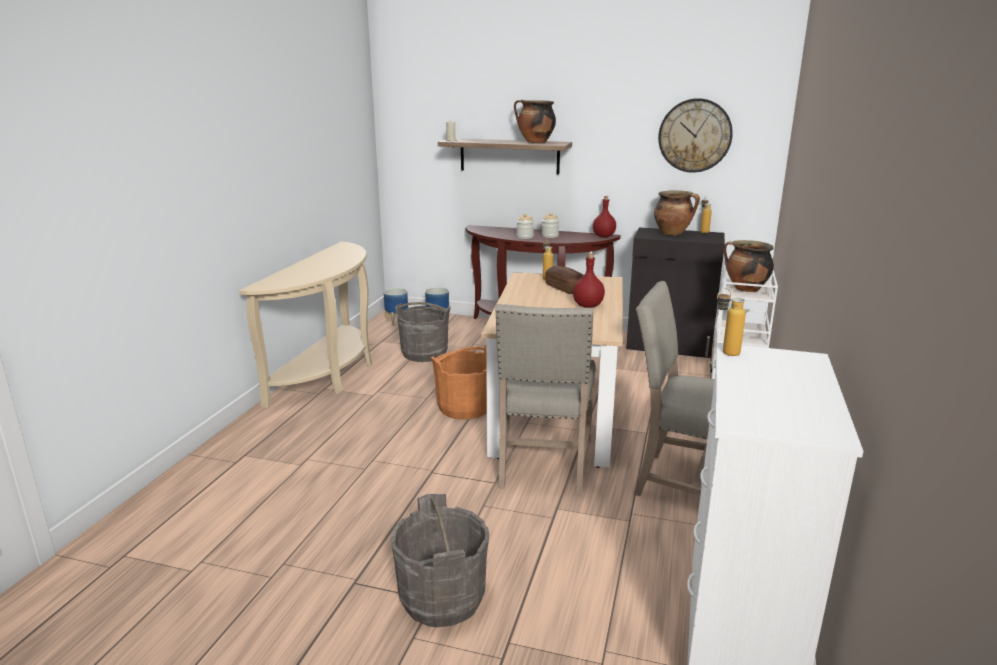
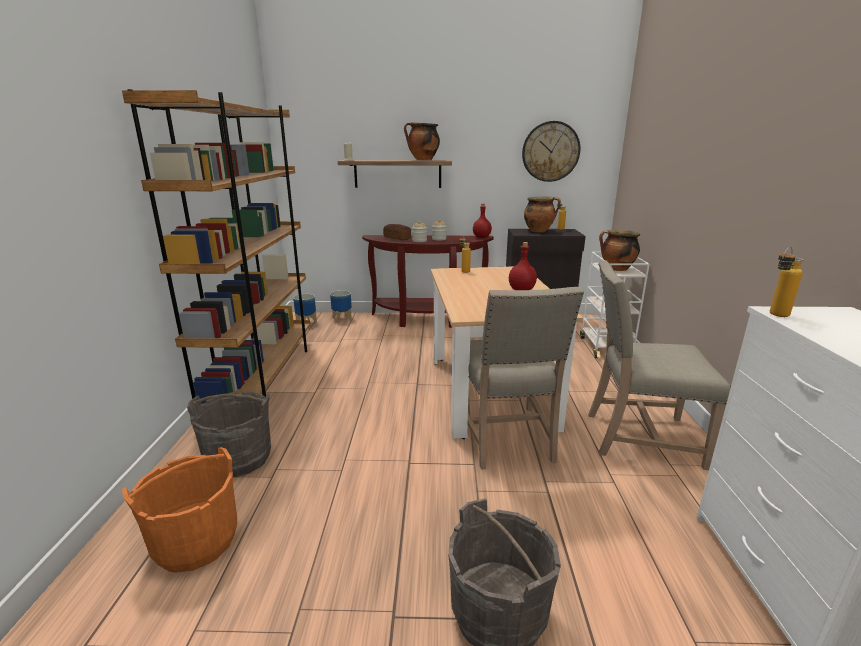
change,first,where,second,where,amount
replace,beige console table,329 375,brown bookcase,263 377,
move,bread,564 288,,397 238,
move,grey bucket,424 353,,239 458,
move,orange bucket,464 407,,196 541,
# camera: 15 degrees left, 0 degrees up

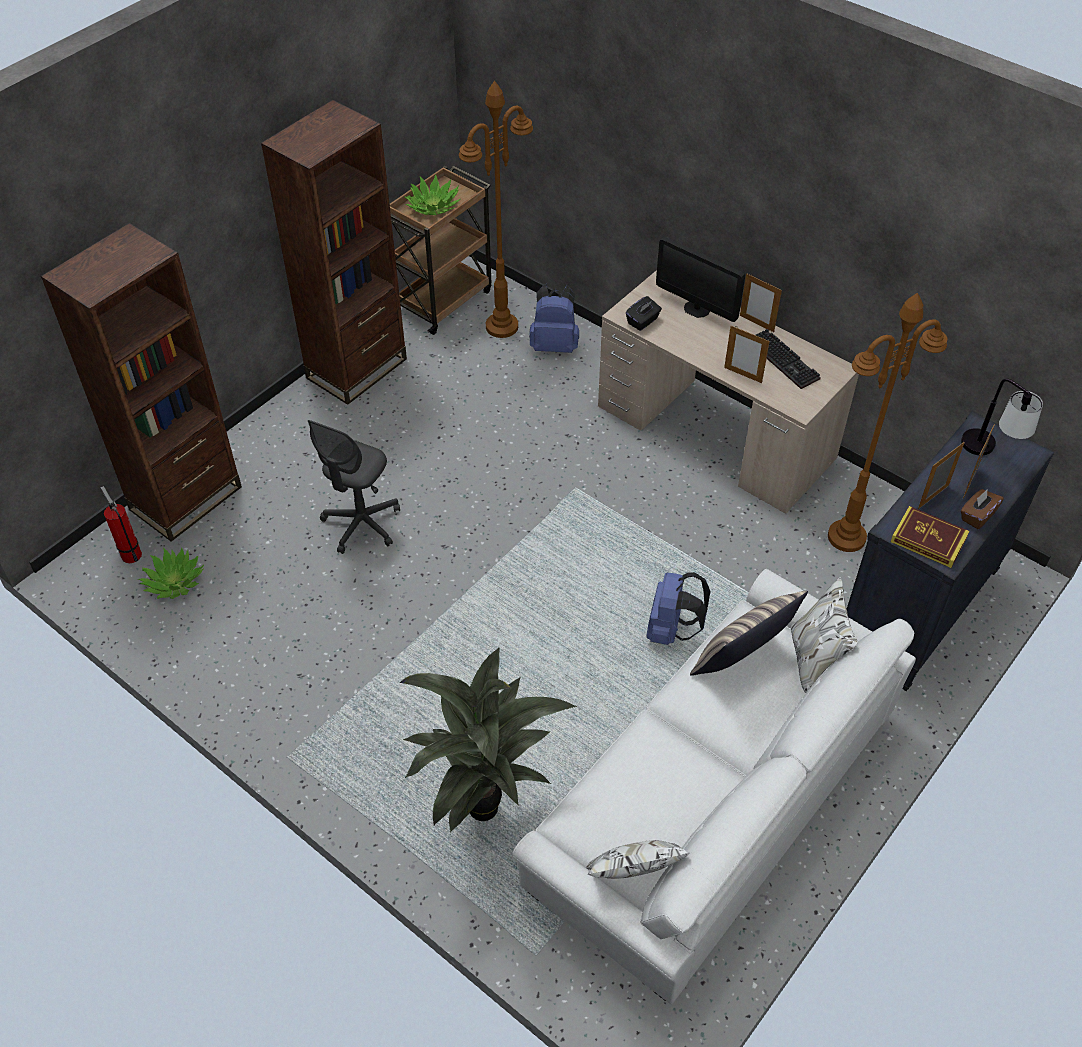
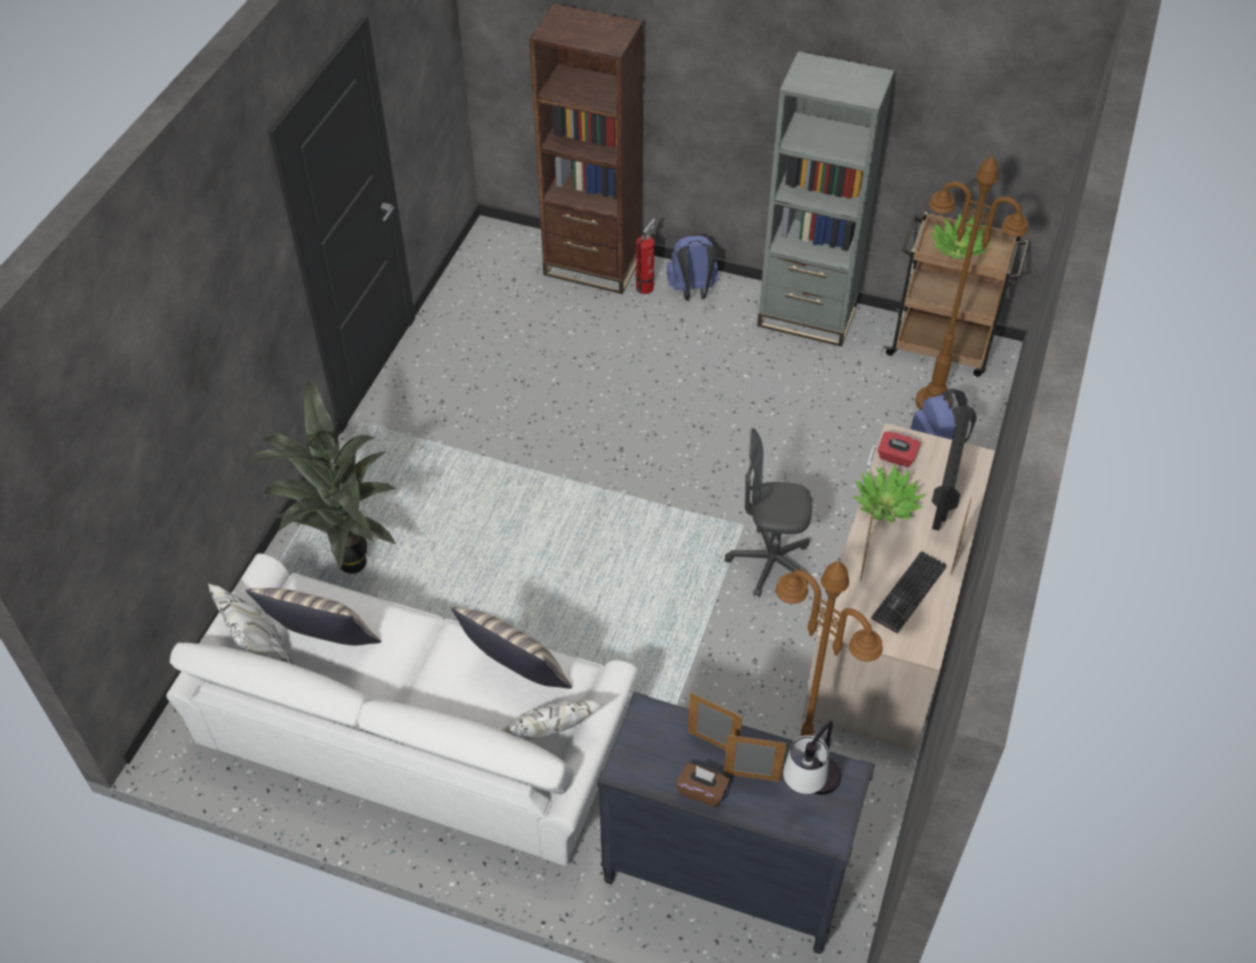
change,first,where,second,where,amount
recolor,brown bookcase,357 368,grey bookcase,806 316,
recolor,black tissue box,643 321,red tissue box,896 457,
move,grey office chair,361 524,,770 563,
move,fire extinguisher,130 553,,646 286,
delete,book,928 539,,,
move,potted plant,174 582,,886 504,
move,blue backpack,671 630,,692 291,
insert,,,pillow,323 644,
# camera: 70 degrees right, 0 degrees up

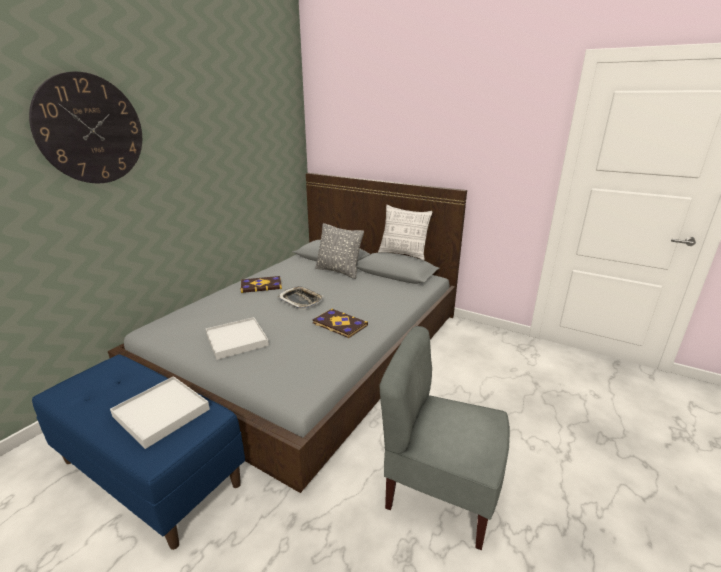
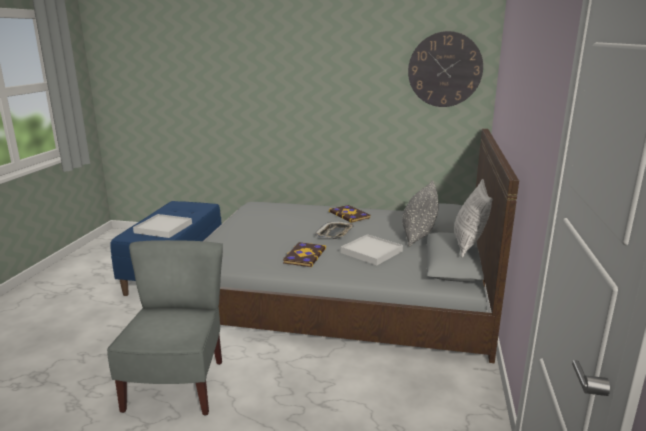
change,first,where,second,where,amount
move,wall clock,90 130,,445 69,
move,white tray,237 340,,371 252,
# camera: 70 degrees right, 5 degrees down

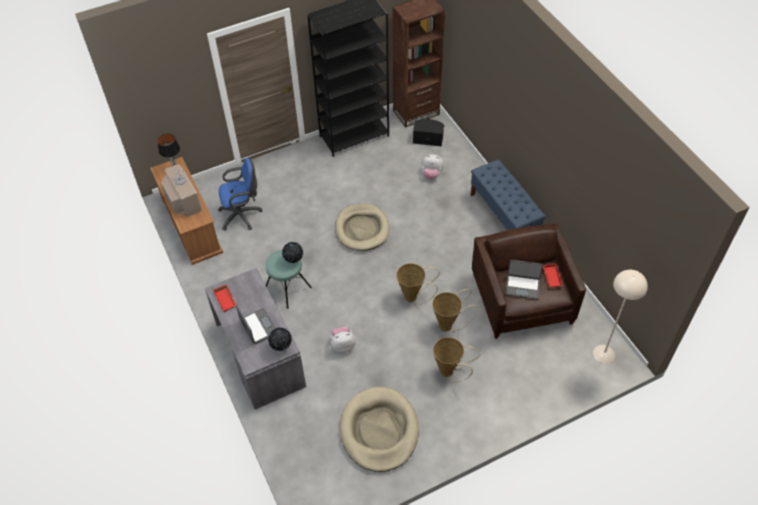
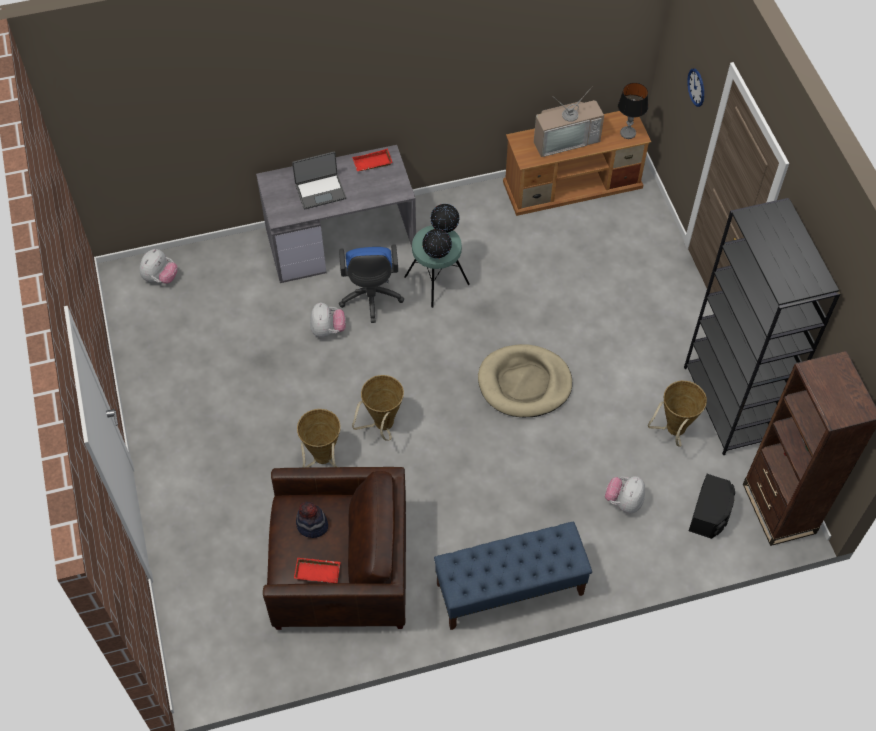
change,first,where,second,where,amount
move,blue office chair,242 215,,371 298,
replace,laptop,522 286,hat,312 525,
delete,beige floor lamp,604 354,,,
move,globe,281 347,,444 229,
move,basket,450 372,,673 431,
delete,beige dog bed,379 431,,,
insert,,,wall clock,696 87,
insert,,,plush toy,160 278,
# camera: 100 degrees right, 5 degrees up

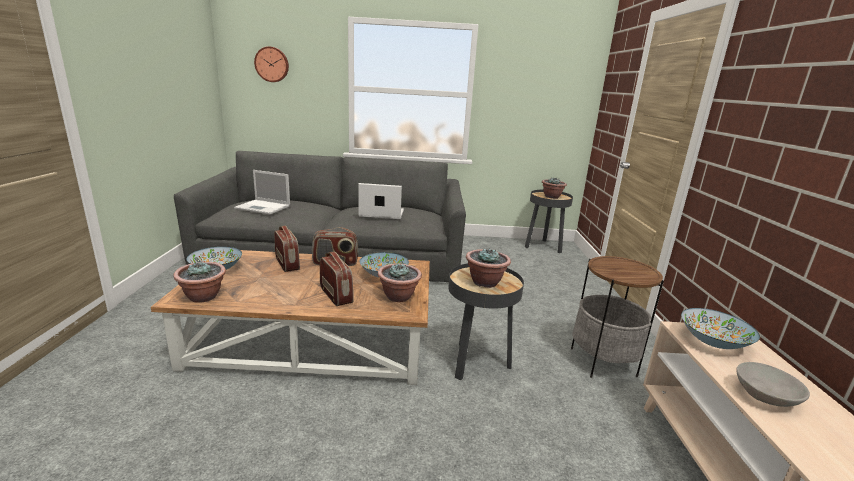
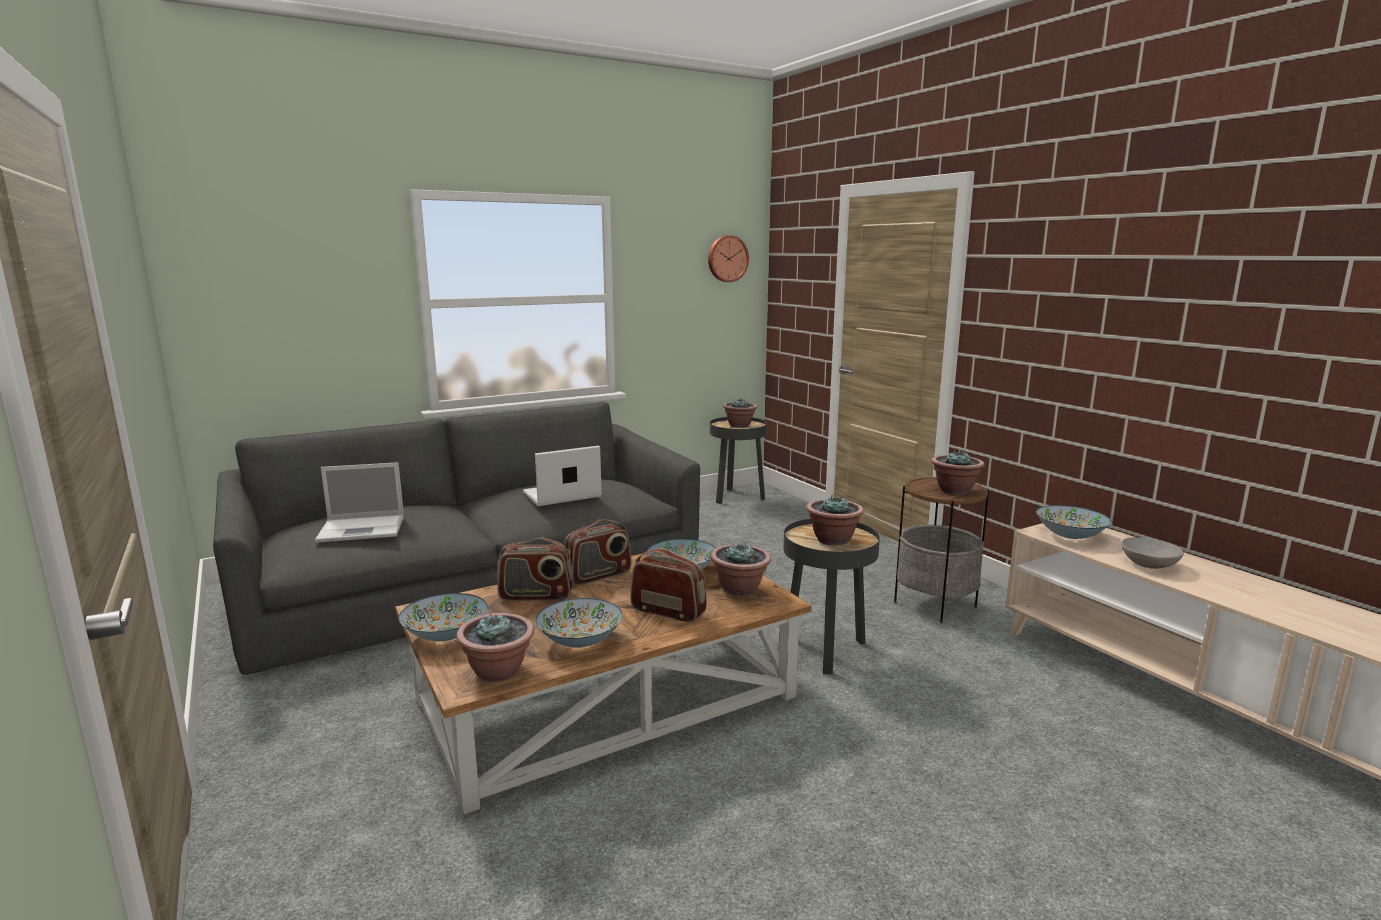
change,first,where,second,where,amount
move,wall clock,272 64,,727 258,
rotate,radio,287 264,,536 596,150 degrees clockwise
insert,,,potted plant,954 490,
insert,,,bowl,580 640,
# camera: 30 degrees left, 5 degrees down

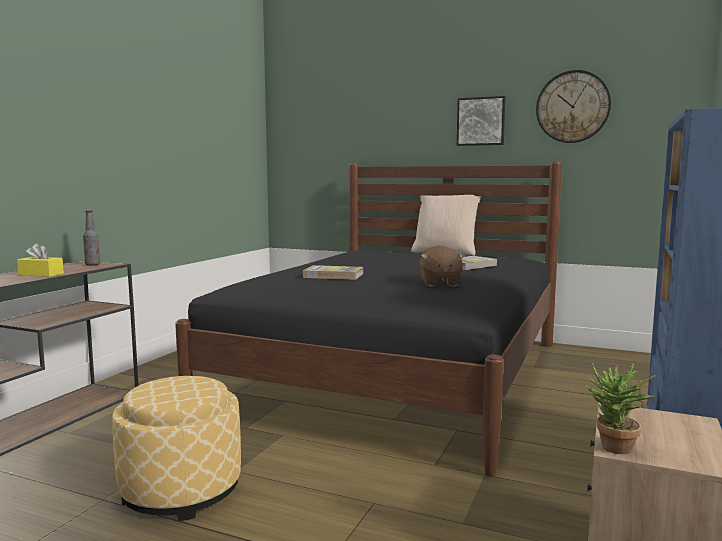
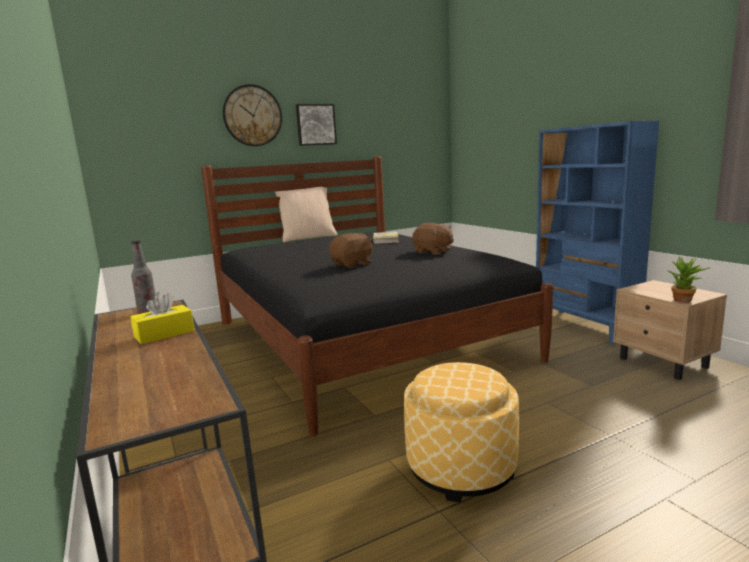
change,first,where,second,where,amount
move,wall clock,572 107,,252 115,
replace,book,333 275,brown plush toy,353 264,
# camera: 50 degrees left, 5 degrees up

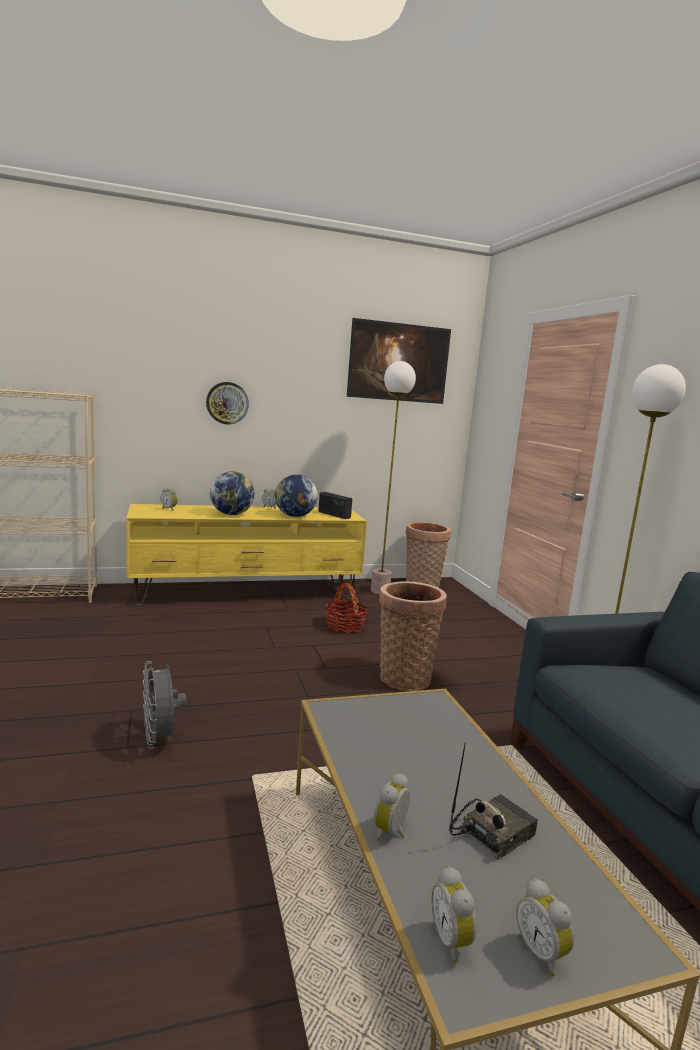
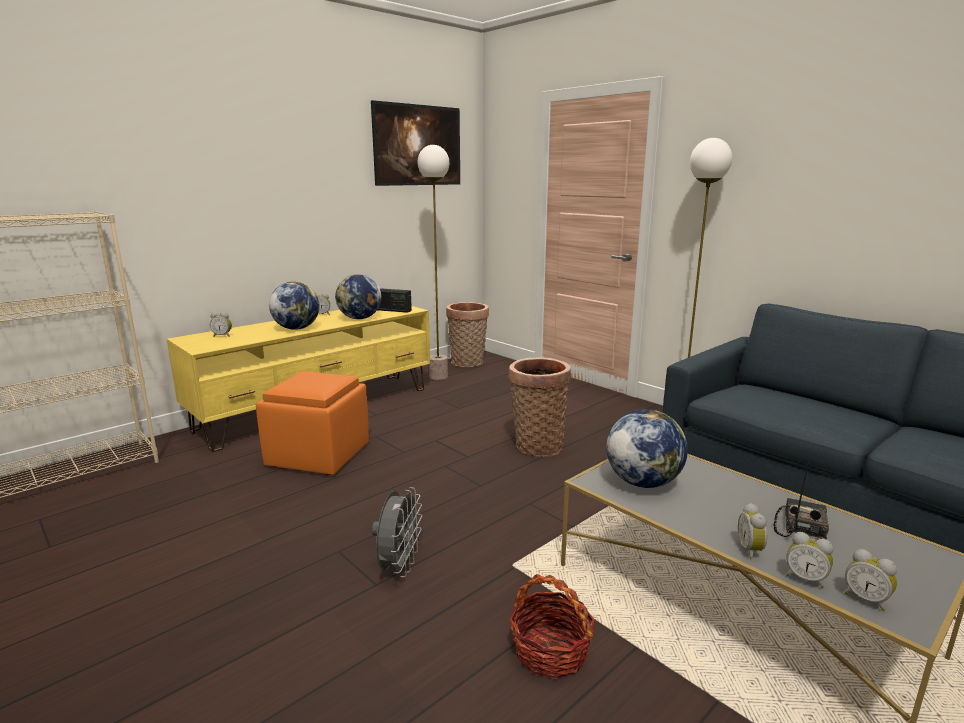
change,first,where,second,where,amount
delete,wall clock,227 403,,,
move,basket,344 626,,550 651,
rotate,grey fan,160 740,,399 566,120 degrees counterclockwise
move,alarm clock,541 952,,805 578,
insert,,,orange ottoman,318 455,
insert,,,globe,642 482,
# camera: 25 degrees left, 5 degrees up

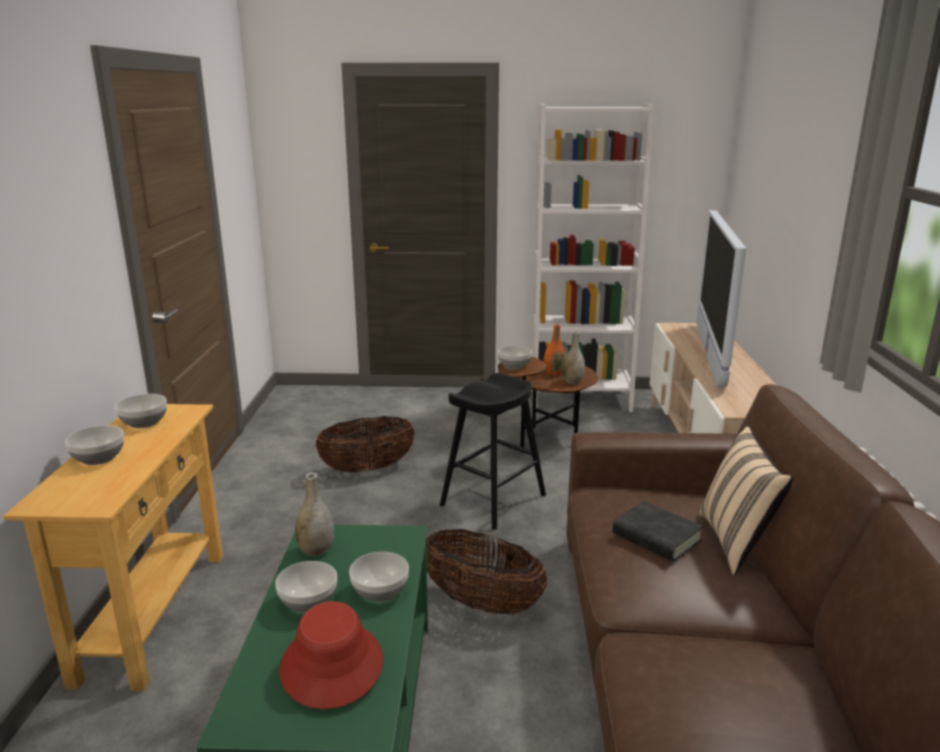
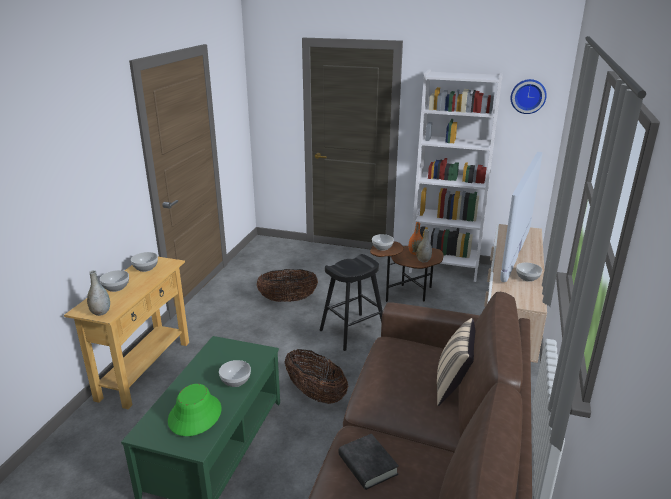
change,first,where,second,where,amount
move,grey vase,316 550,,101 312,
move,black book,656 537,,367 465,
move,bowl,307 601,,527 278,
recolor,red hat,331 665,green hat,194 415,
insert,,,wall clock,528 96,
# camera: 15 degrees right, 5 degrees up

